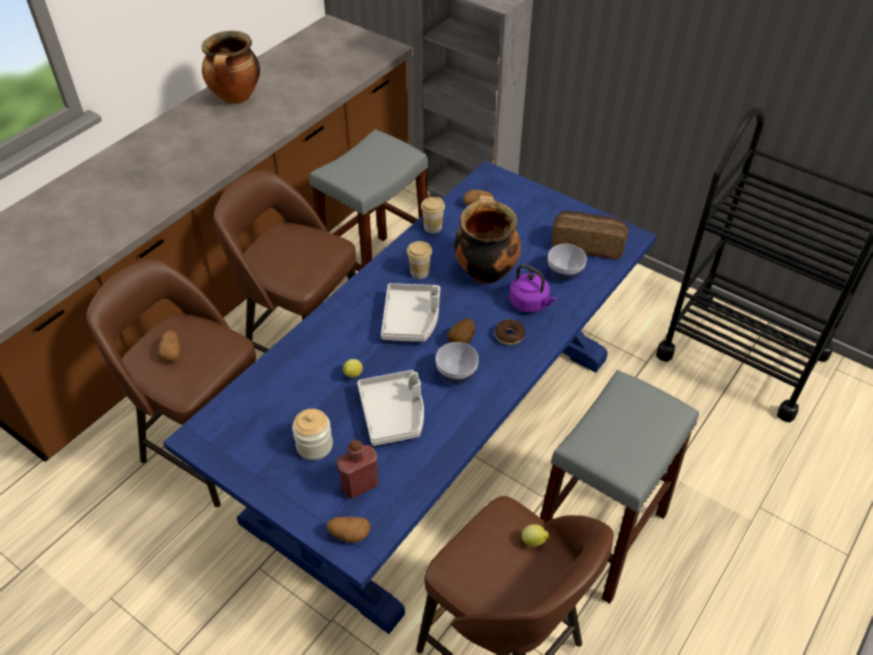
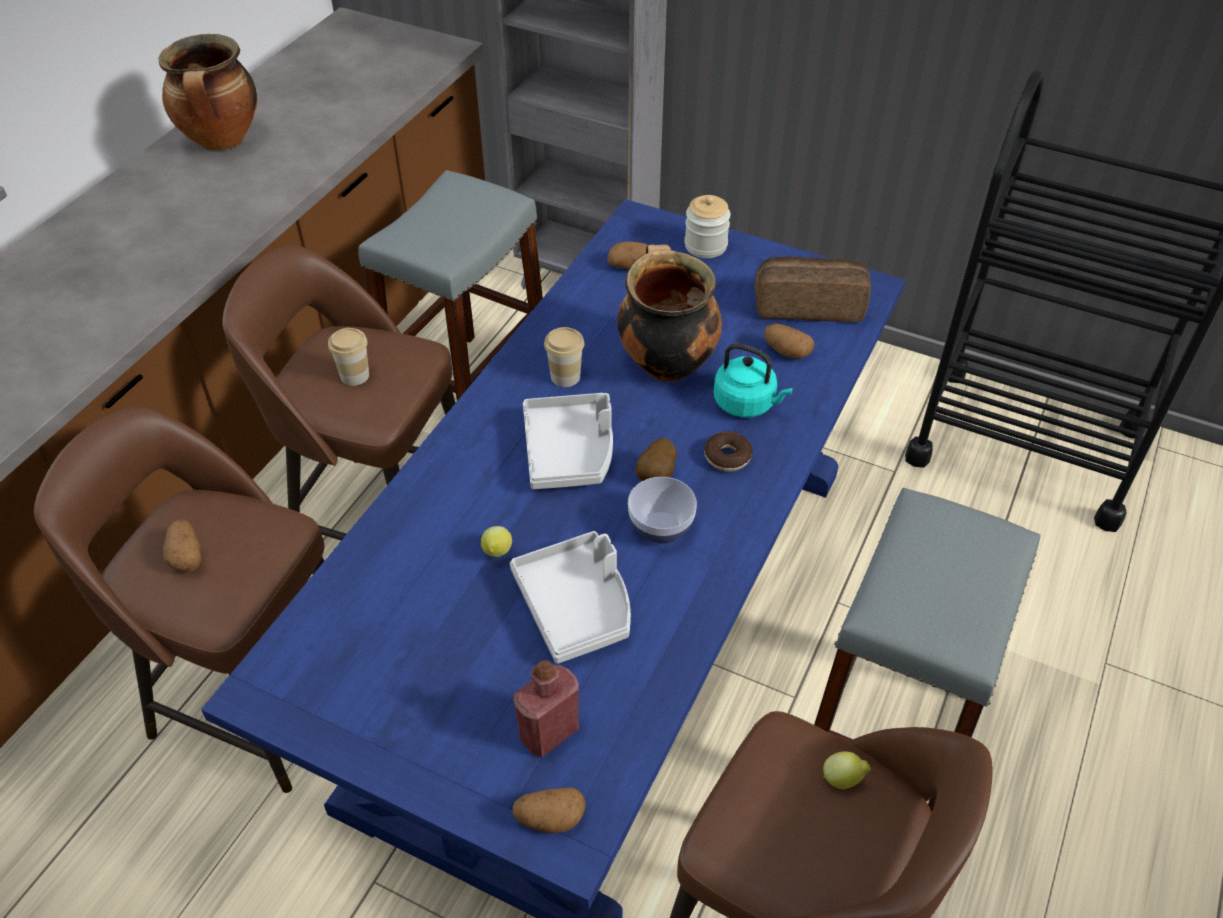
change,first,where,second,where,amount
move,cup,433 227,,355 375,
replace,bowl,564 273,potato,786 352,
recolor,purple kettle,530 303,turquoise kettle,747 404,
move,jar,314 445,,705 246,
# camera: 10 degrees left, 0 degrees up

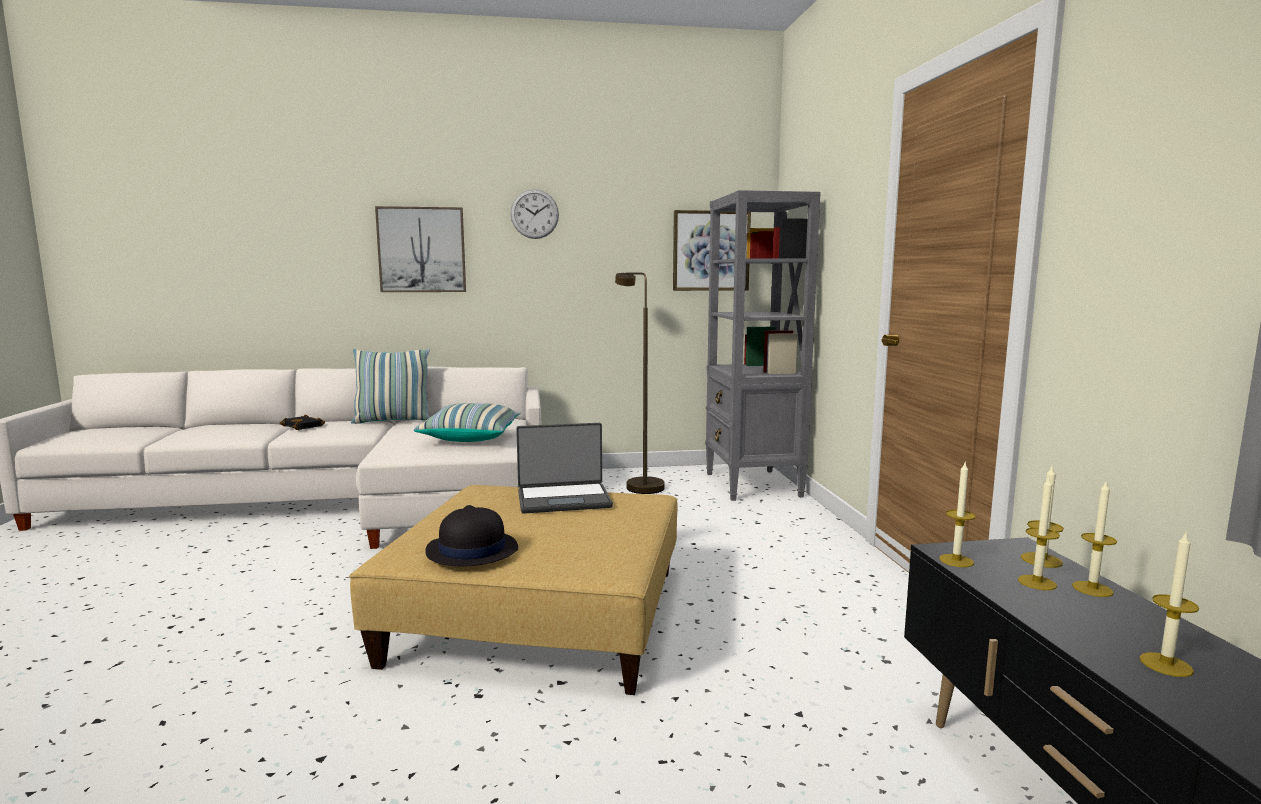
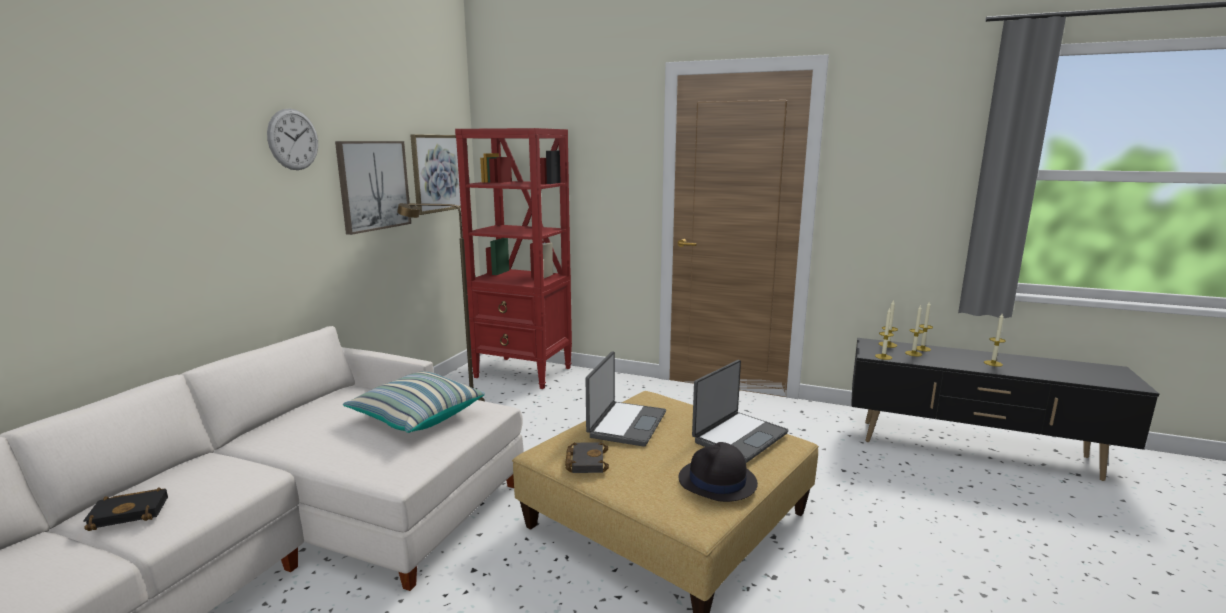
change,first,where,second,where,amount
recolor,grey bookcase,752 485,red bookcase,524 373,
move,picture,422 250,,373 185,
delete,pillow,392 421,,,
insert,,,laptop,738 437,
insert,,,black book,585 461,
# camera: 60 degrees left, 5 degrees up

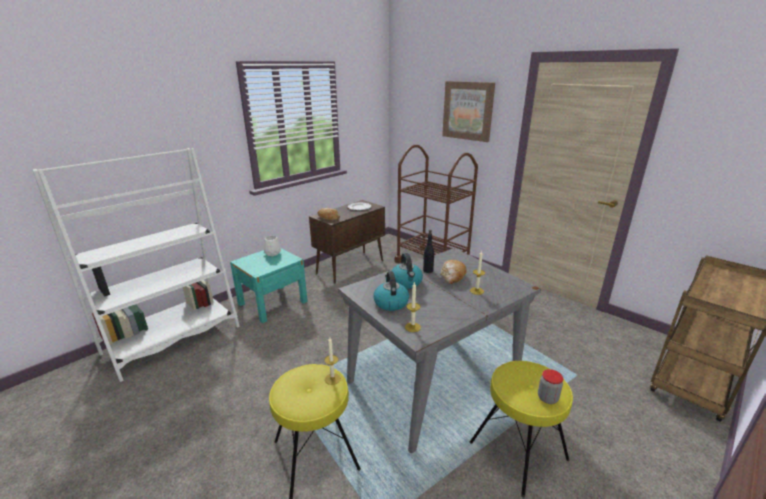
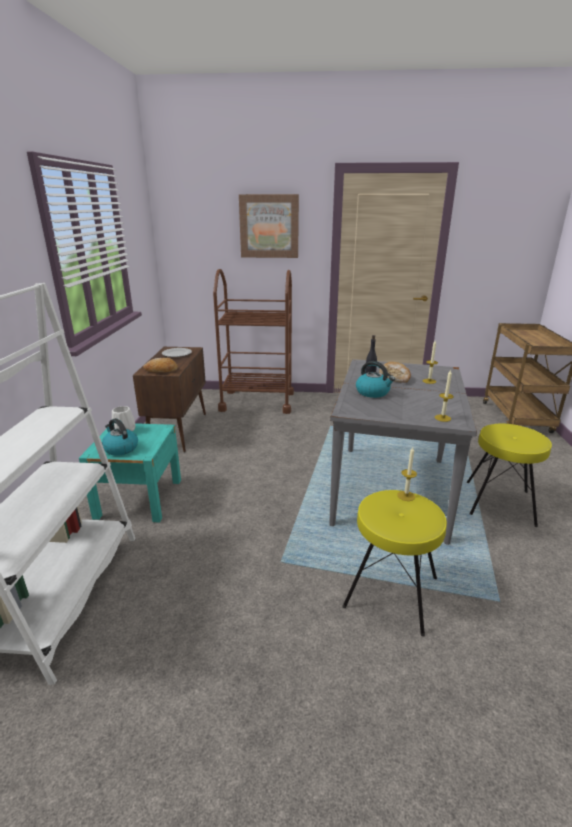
change,first,where,second,where,amount
move,kettle,390 302,,120 448,
delete,jar,547 398,,,
# camera: 40 degrees left, 0 degrees up

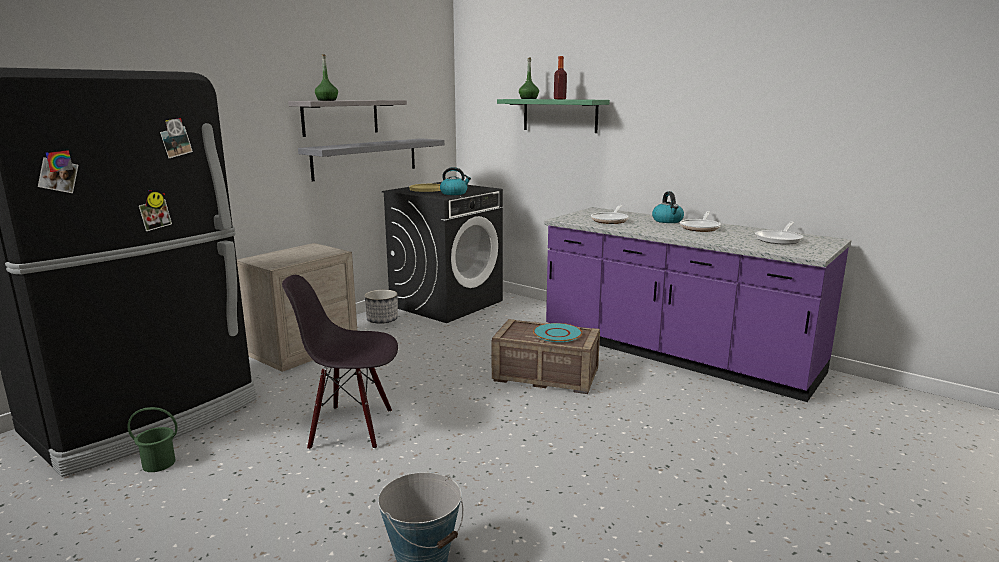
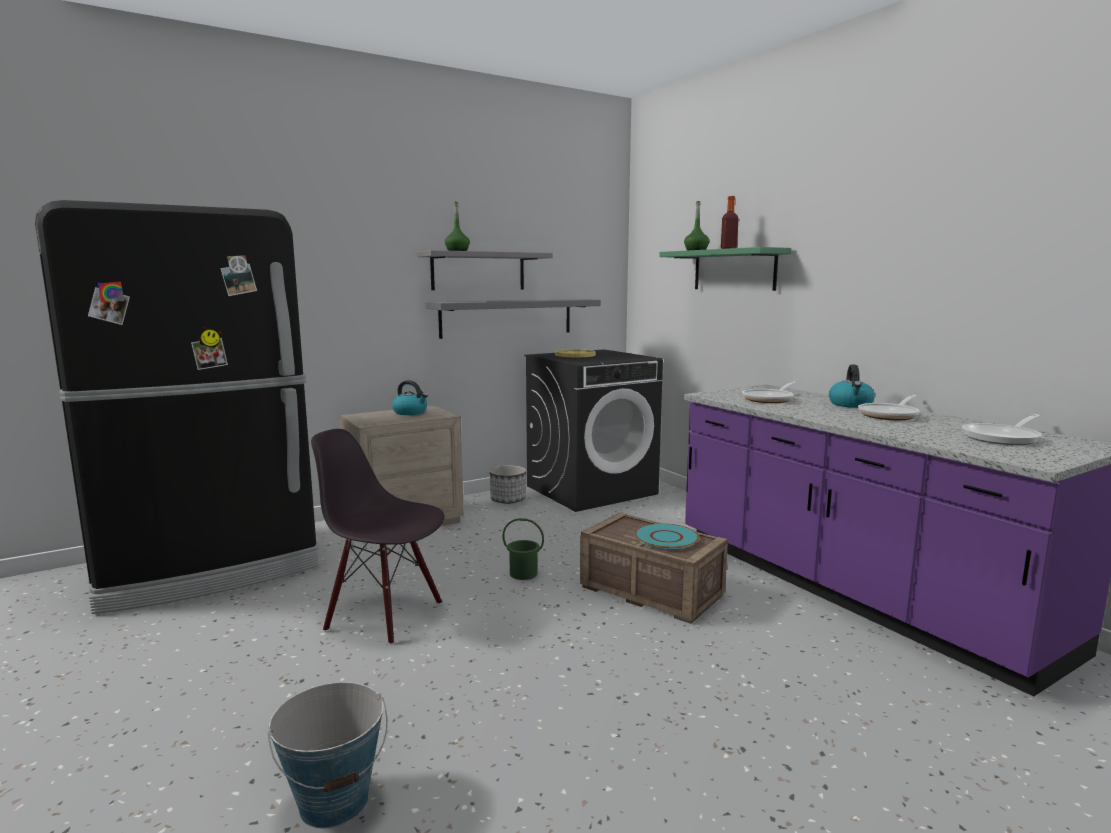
change,first,where,second,where,amount
move,kettle,454 193,,410 412,
move,green bucket,159 463,,523 573,
# camera: 20 degrees right, 5 degrees down

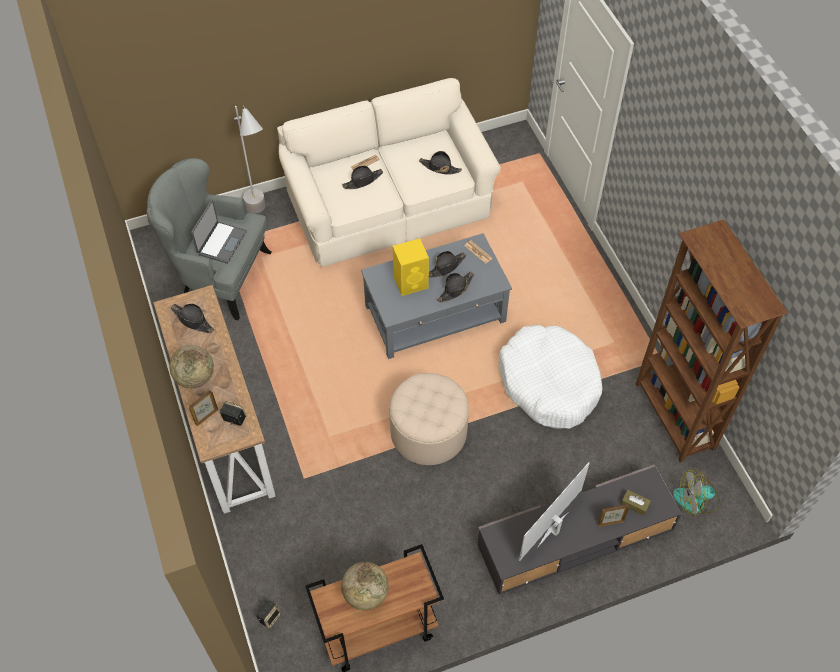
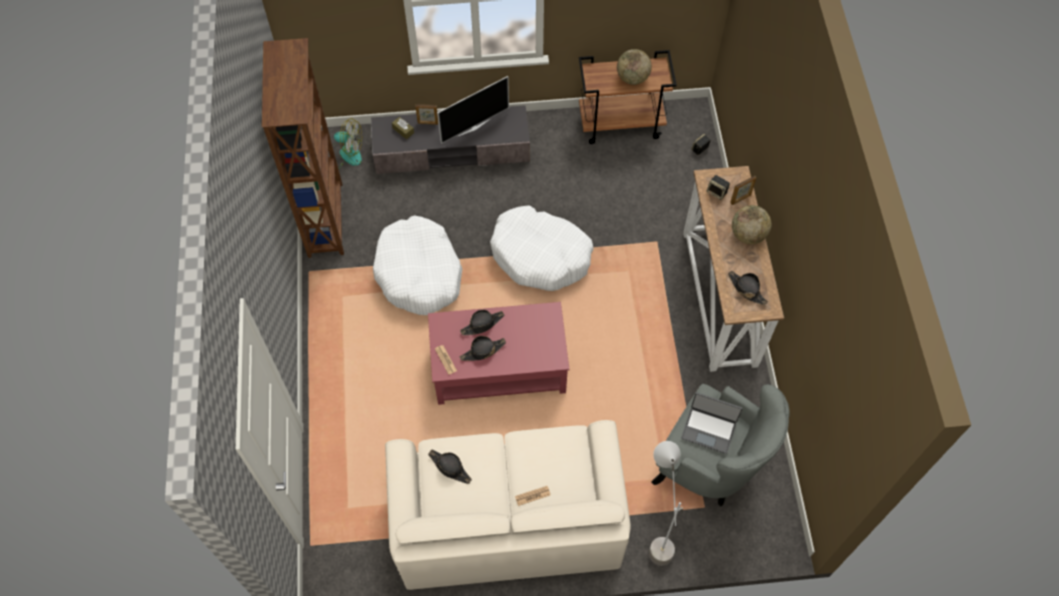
change,first,where,second,where,amount
delete,black hat,363 180,,,
rotate,laptop,221 242,,709 429,105 degrees counterclockwise
recolor,grey coffee table,436 313,red coffee table,498 366,
delete,yellow speaker,411 282,,,
replace,beige ottoman,428 432,white dog bed,540 255,
# camera: 165 degrees left, 5 degrees up

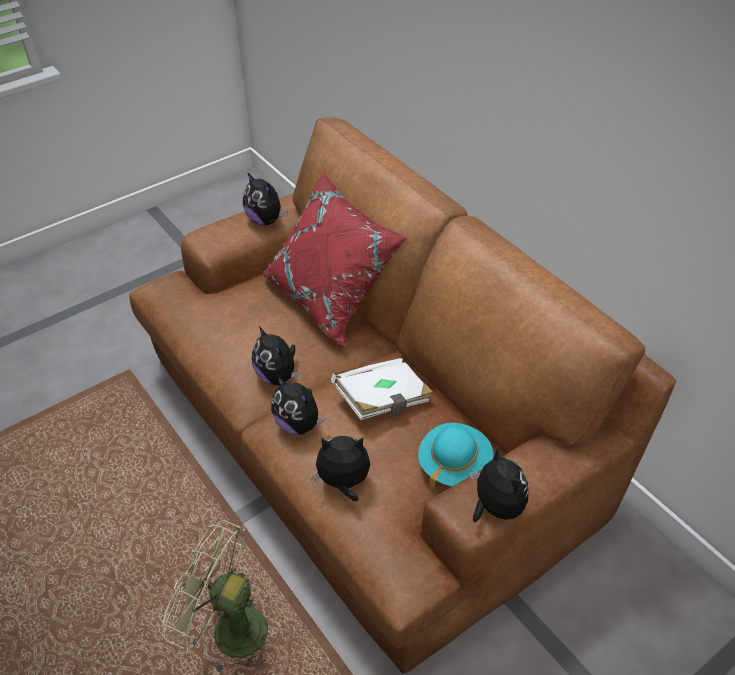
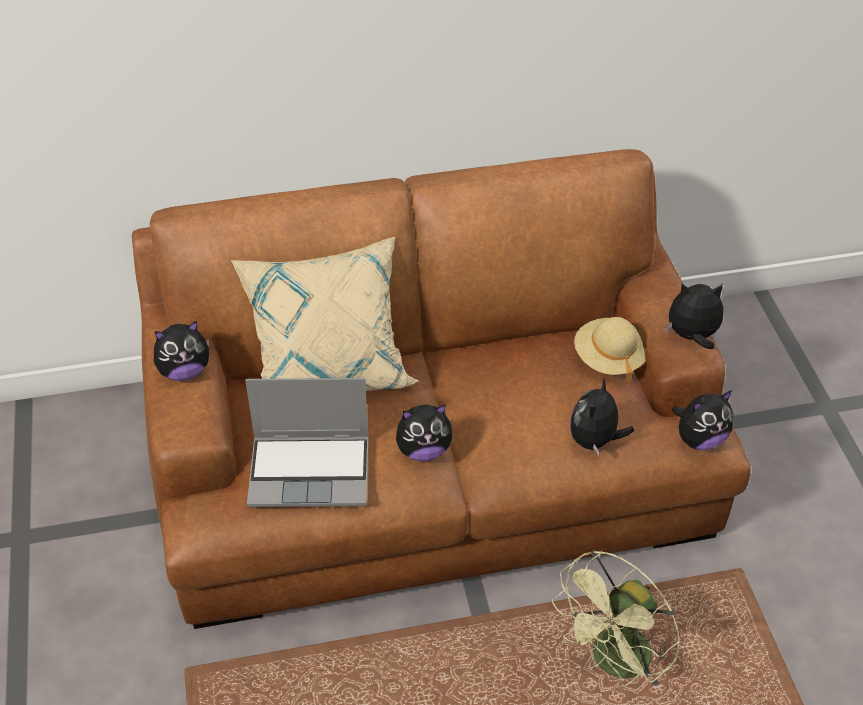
change,first,where,second,where,amount
recolor,red pillow,331 298,beige pillow,329 372,
delete,white book,383 400,,,
move,plush toy,298 424,,699 439,
recolor,turquoise hat,454 464,beige hat,609 358,
insert,,,laptop,311 471,
# camera: 65 degrees left, 0 degrees up

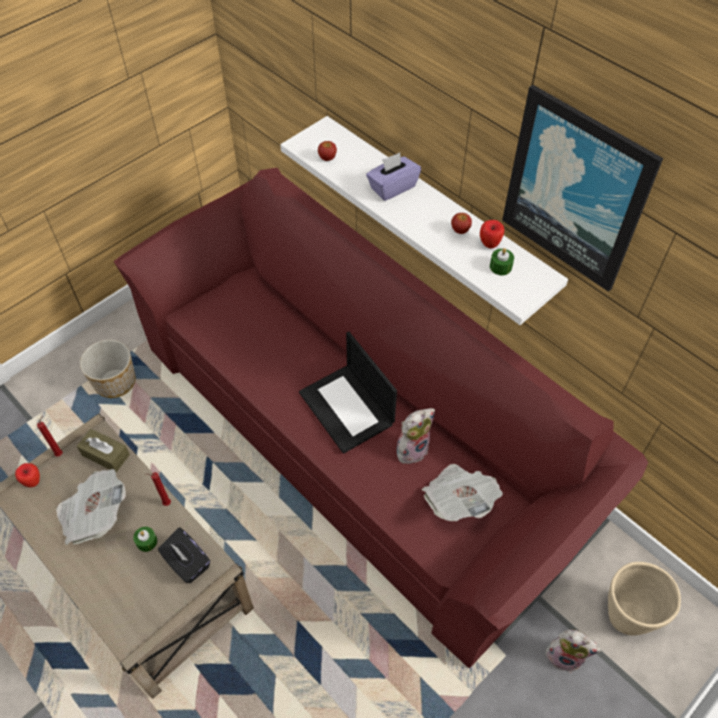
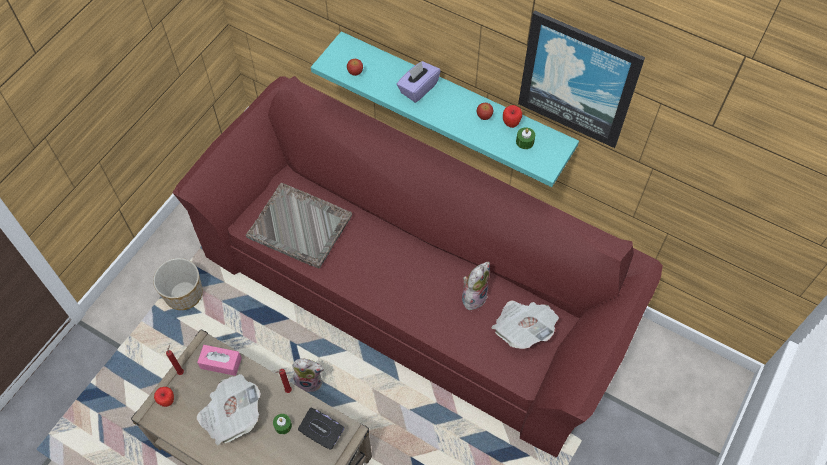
change,first,where,second,where,amount
recolor,white shelf,435 211,turquoise shelf,454 99,
delete,laptop,348 408,,,
recolor,brown tissue box,105 455,pink tissue box,221 363,
delete,beige planter,626 616,,,
move,plush toy,565 655,,310 381,
insert,,,grey tray,300 227,
# camera: 15 degrees left, 5 degrees up

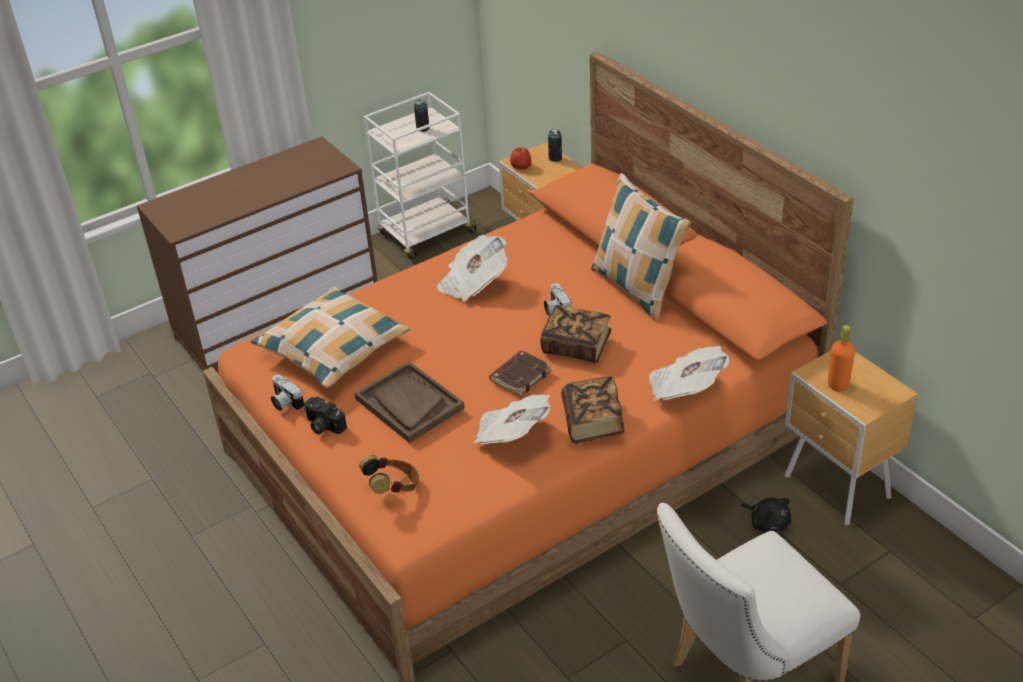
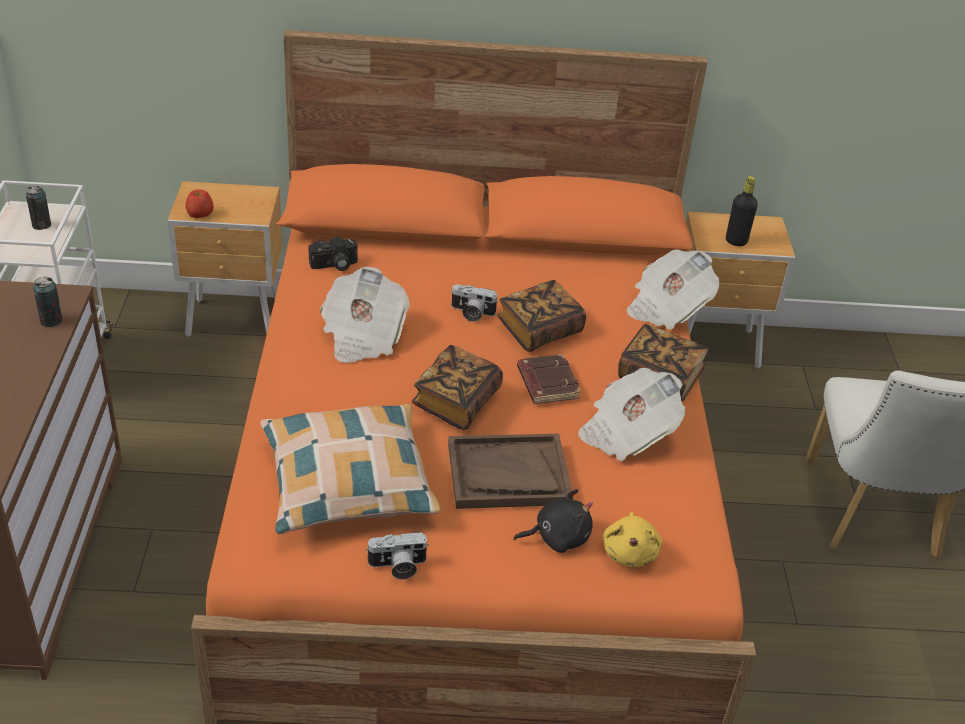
change,first,where,second,where,amount
move,can,555 158,,51 321,
delete,pillow,636 288,,,
recolor,orange bottle,837 385,black bottle,736 241,
move,photo camera,323 425,,334 265,
replace,headphones,394 488,yellow plush toy,630 552,
move,black plush toy,768 523,,557 537,
insert,,,book,456 402,
# camera: 60 degrees left, 0 degrees up

